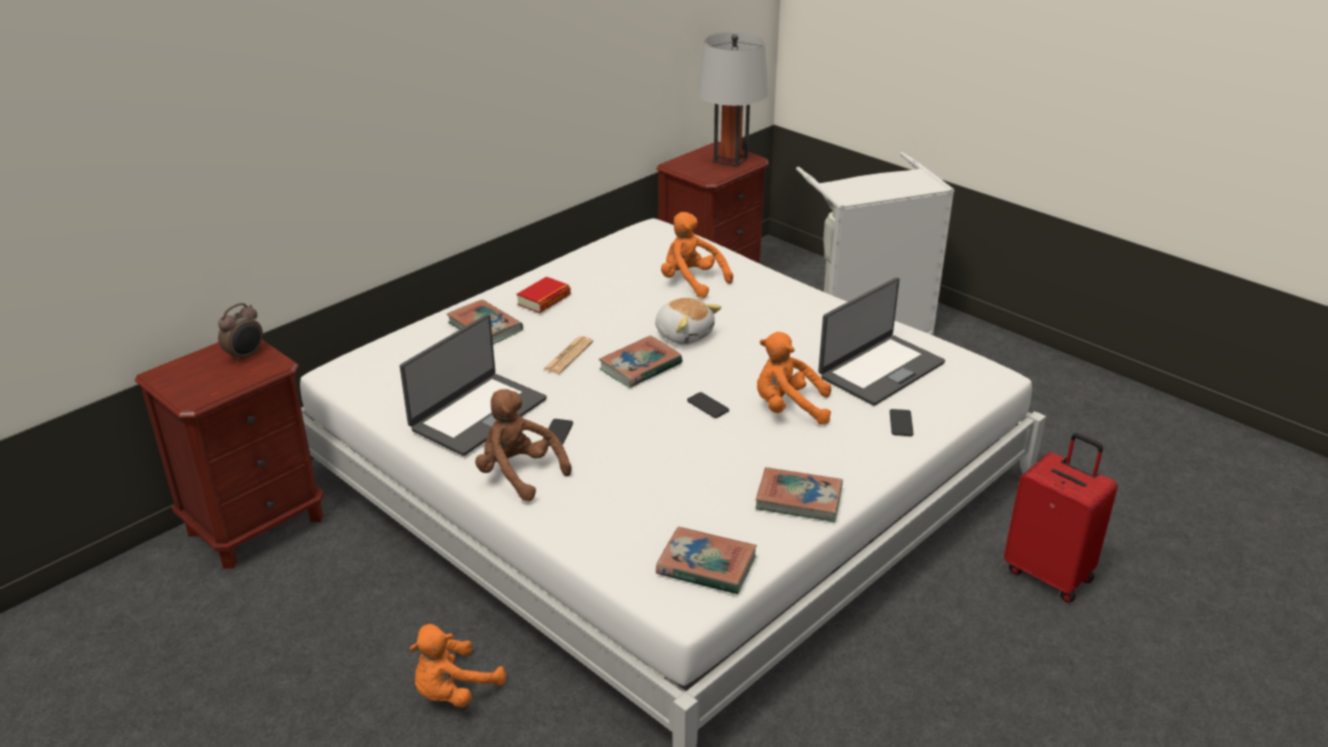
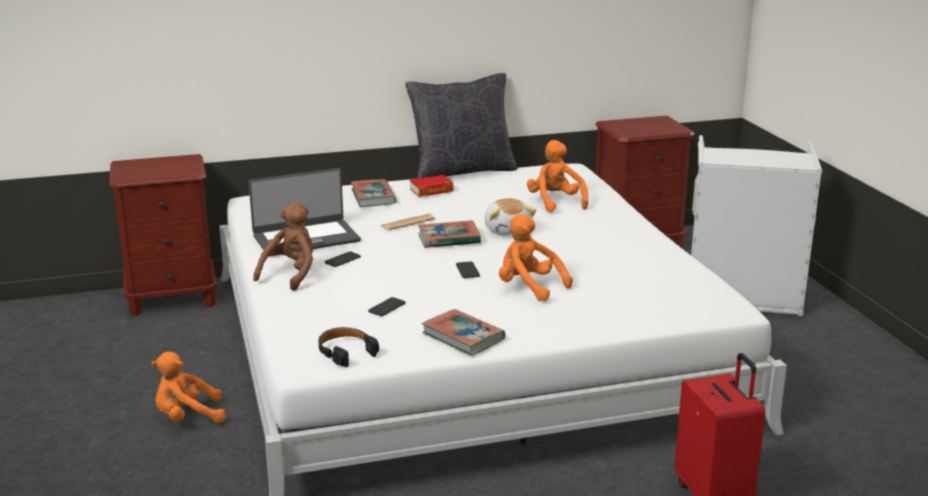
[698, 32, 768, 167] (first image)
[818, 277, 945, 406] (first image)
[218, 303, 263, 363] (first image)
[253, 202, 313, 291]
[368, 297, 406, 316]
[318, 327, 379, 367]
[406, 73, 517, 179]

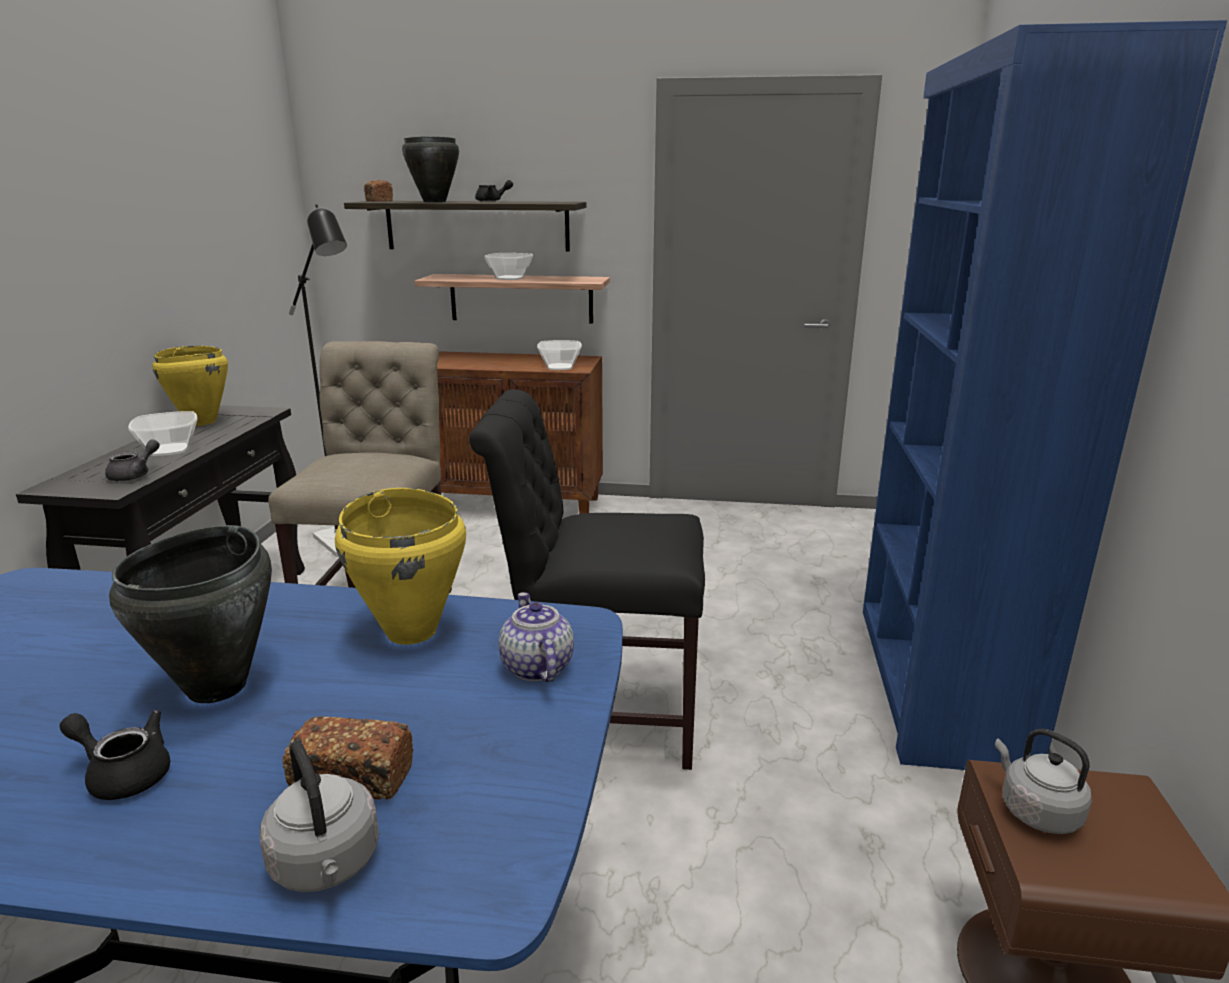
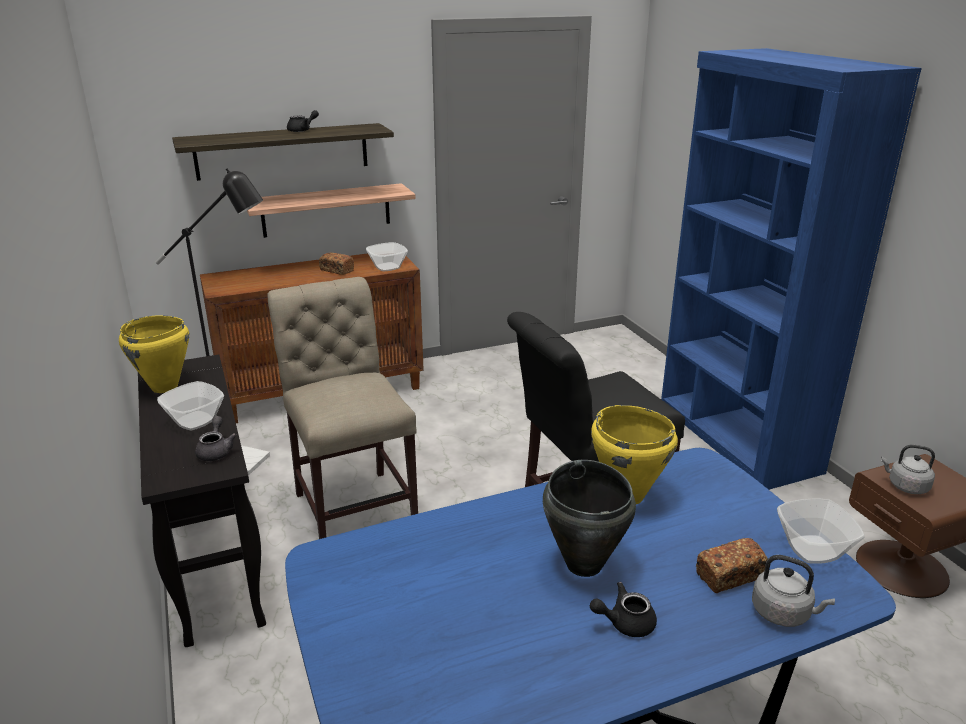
[402, 136, 459, 202] (first image)
[319, 252, 354, 275]
[777, 499, 865, 564]
[499, 592, 574, 682] (first image)

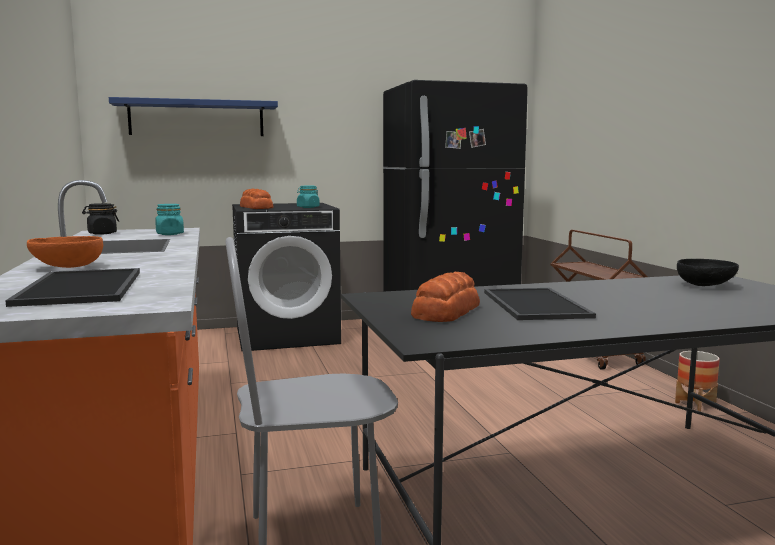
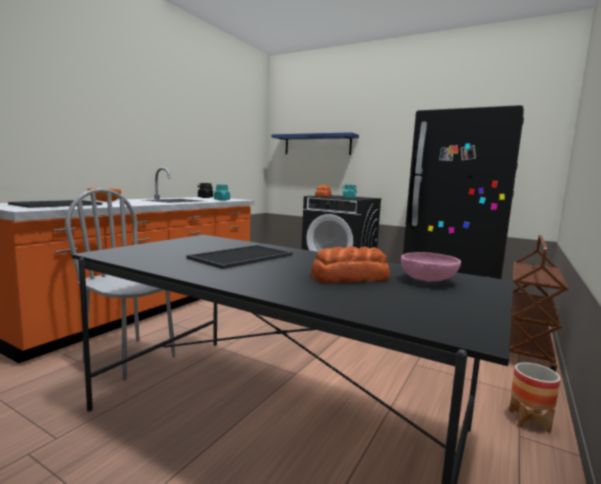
[401, 252, 461, 281]
[311, 246, 390, 283]

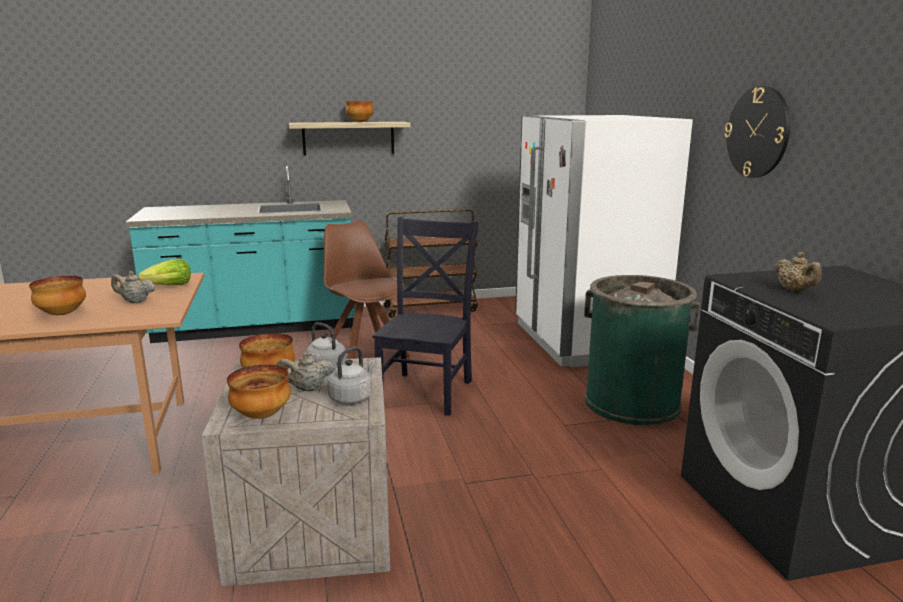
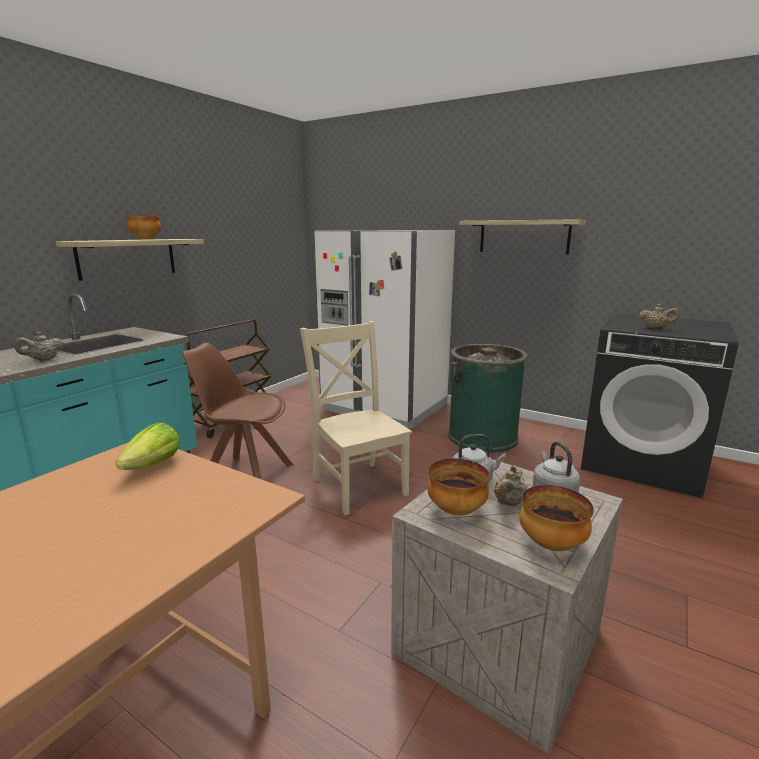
[459, 219, 586, 254]
[300, 321, 412, 515]
[14, 332, 65, 361]
[29, 276, 86, 315] (first image)

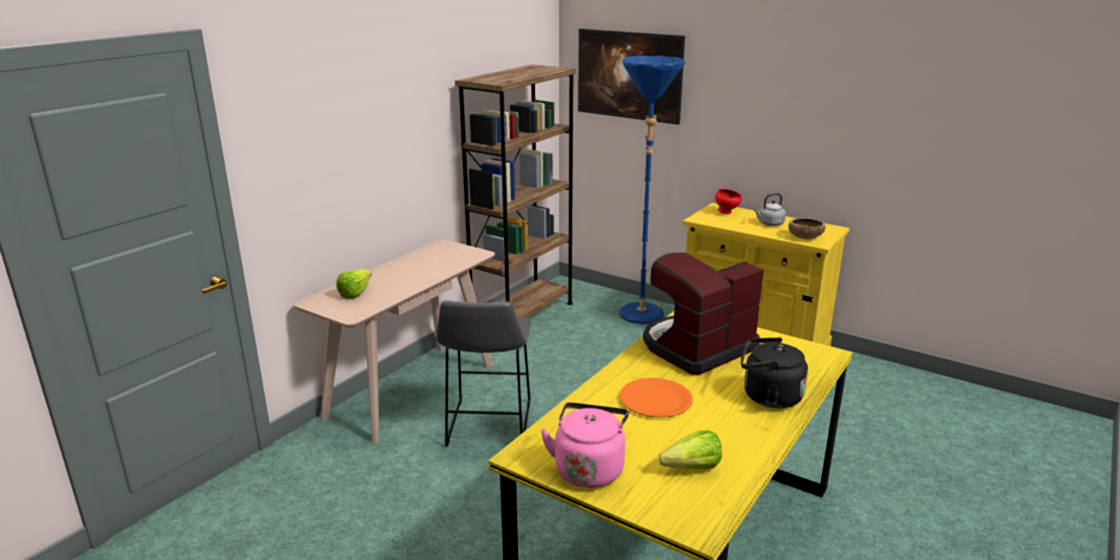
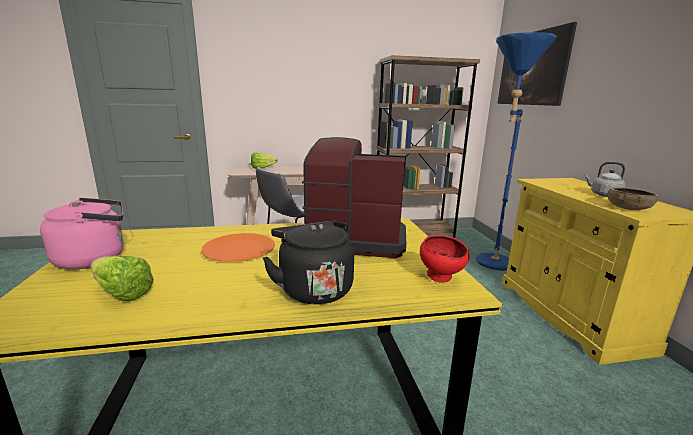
[420, 235, 470, 283]

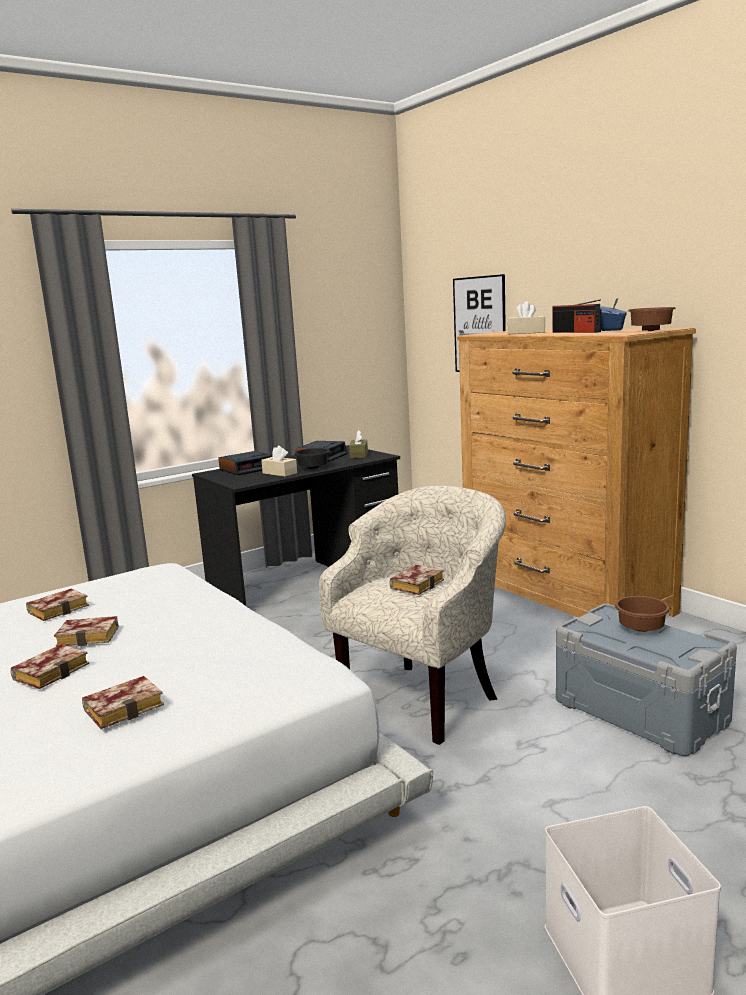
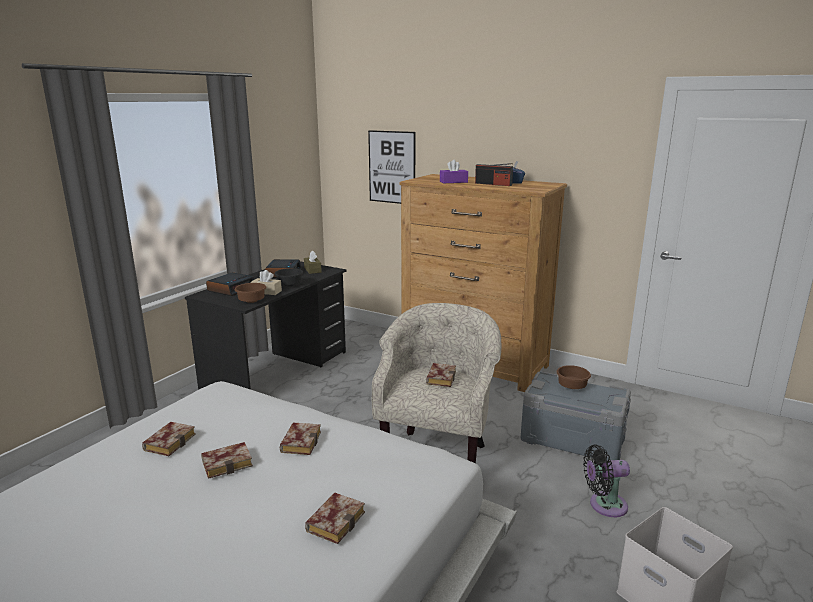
[440, 160, 468, 183]
[235, 283, 266, 303]
[280, 423, 321, 455]
[583, 444, 630, 517]

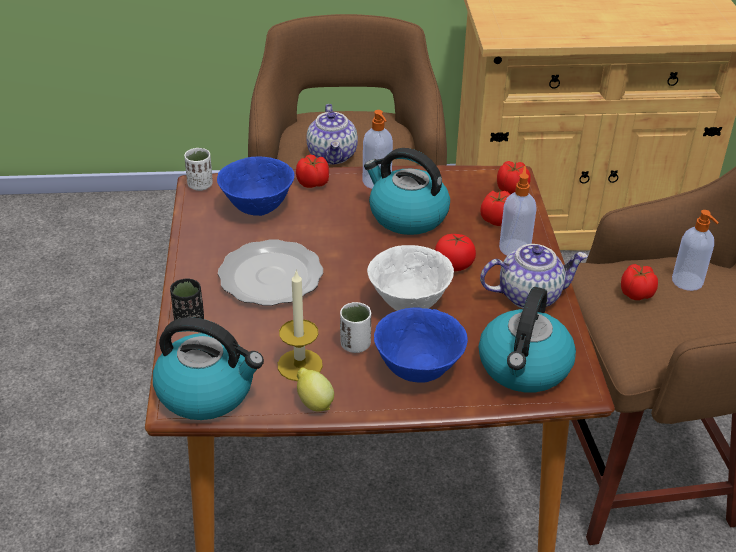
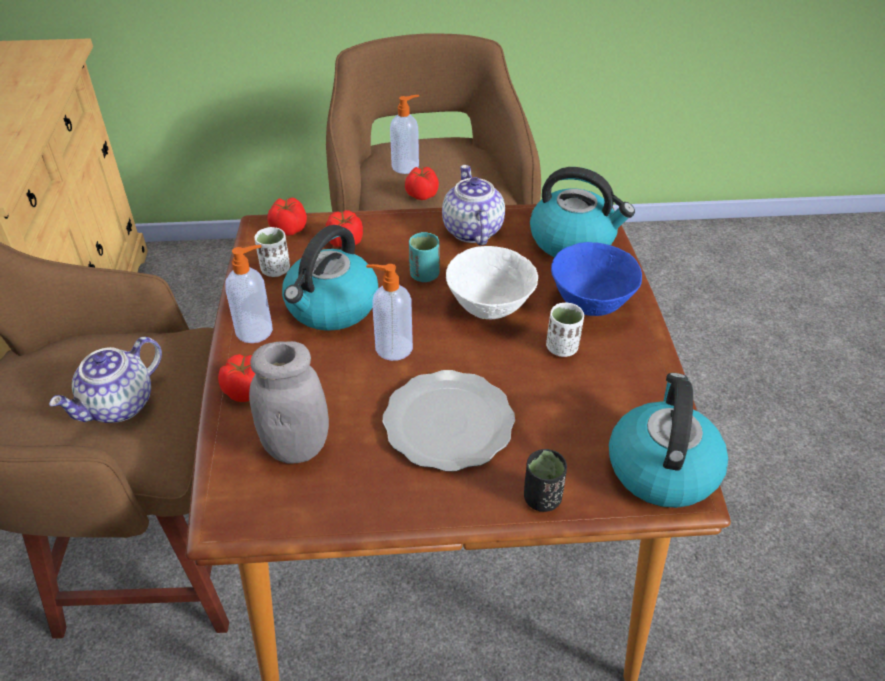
[49, 337, 162, 423]
[254, 227, 290, 277]
[249, 341, 329, 464]
[366, 264, 413, 361]
[409, 232, 440, 282]
[278, 269, 323, 381] (first image)
[297, 367, 334, 412] (first image)

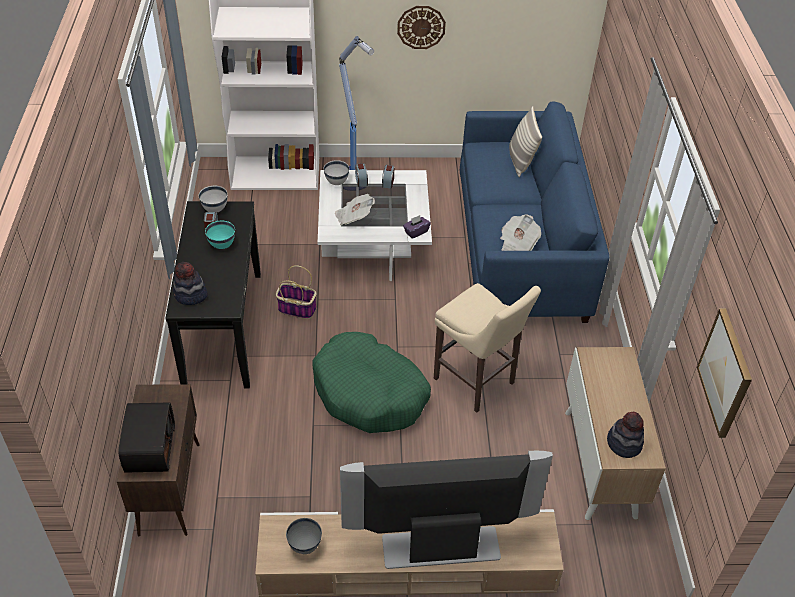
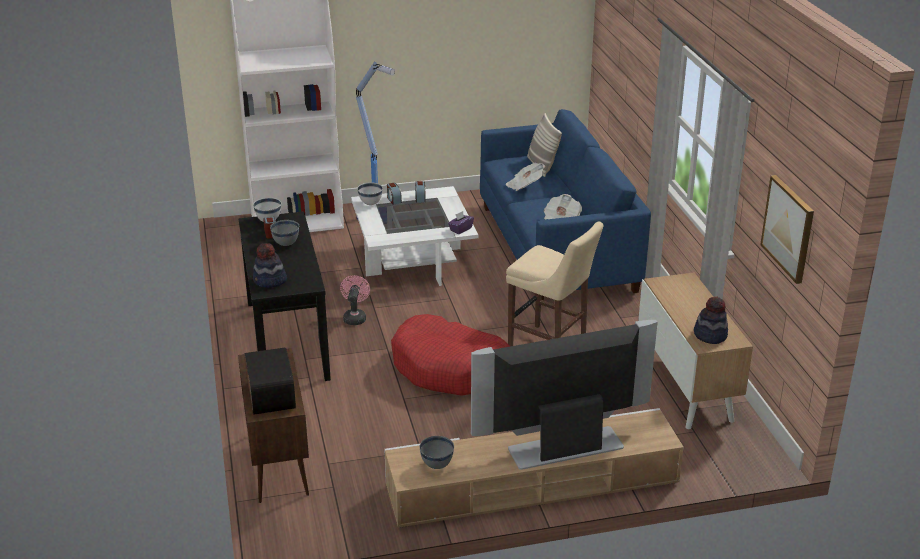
[397, 6, 446, 49] (first image)
[506, 163, 545, 191]
[270, 220, 299, 246]
[340, 275, 370, 325]
[391, 314, 510, 396]

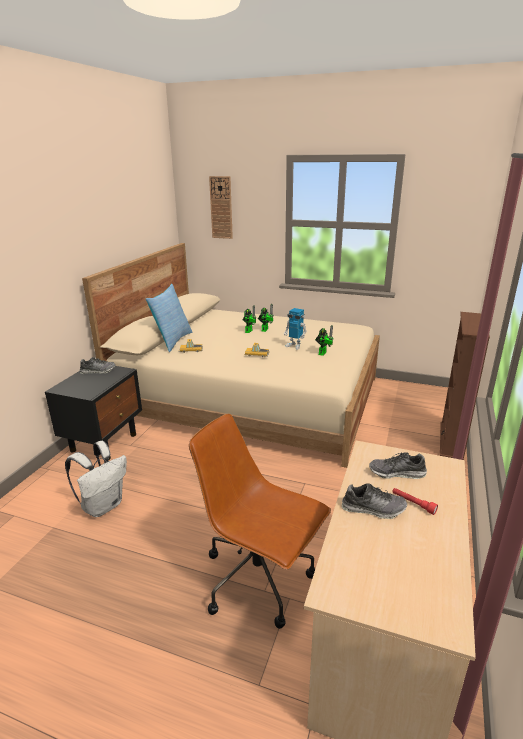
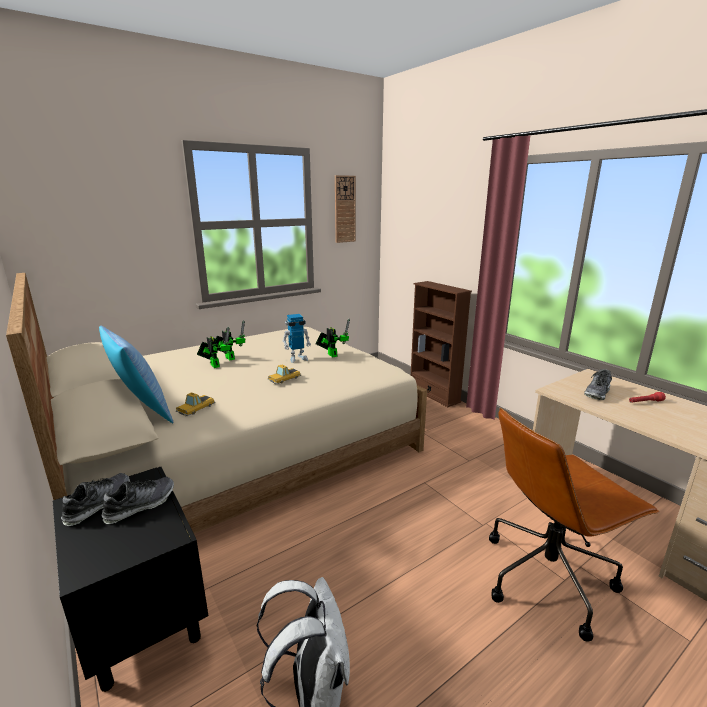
[335, 175, 356, 243]
[102, 477, 174, 524]

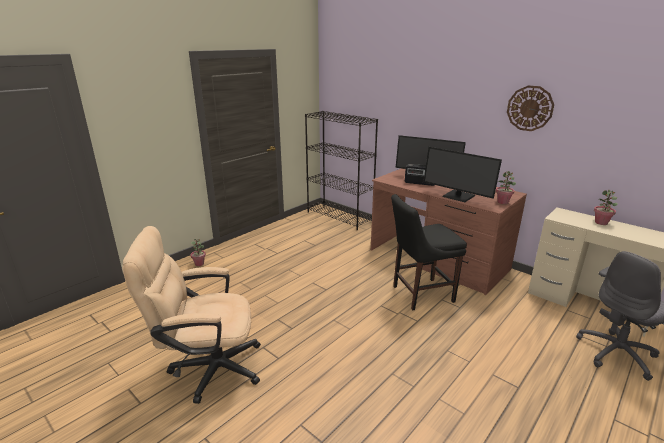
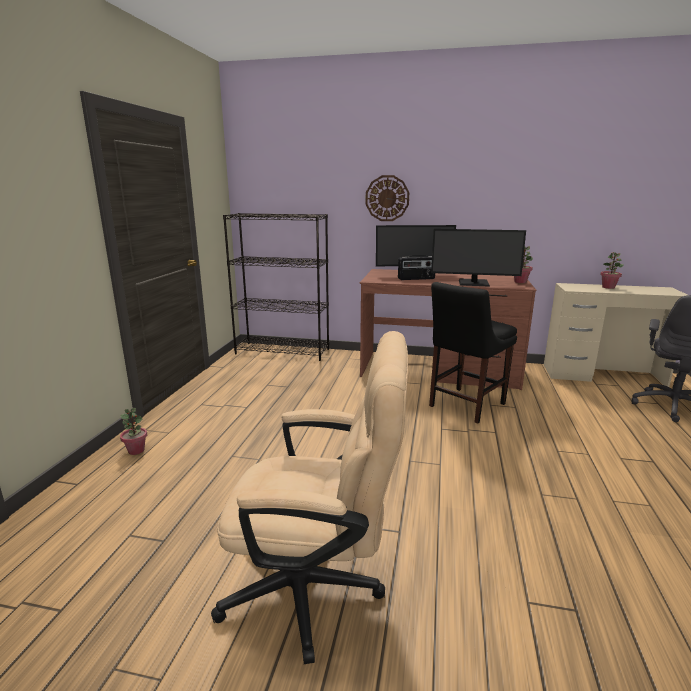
[366, 175, 409, 221]
[211, 331, 408, 664]

